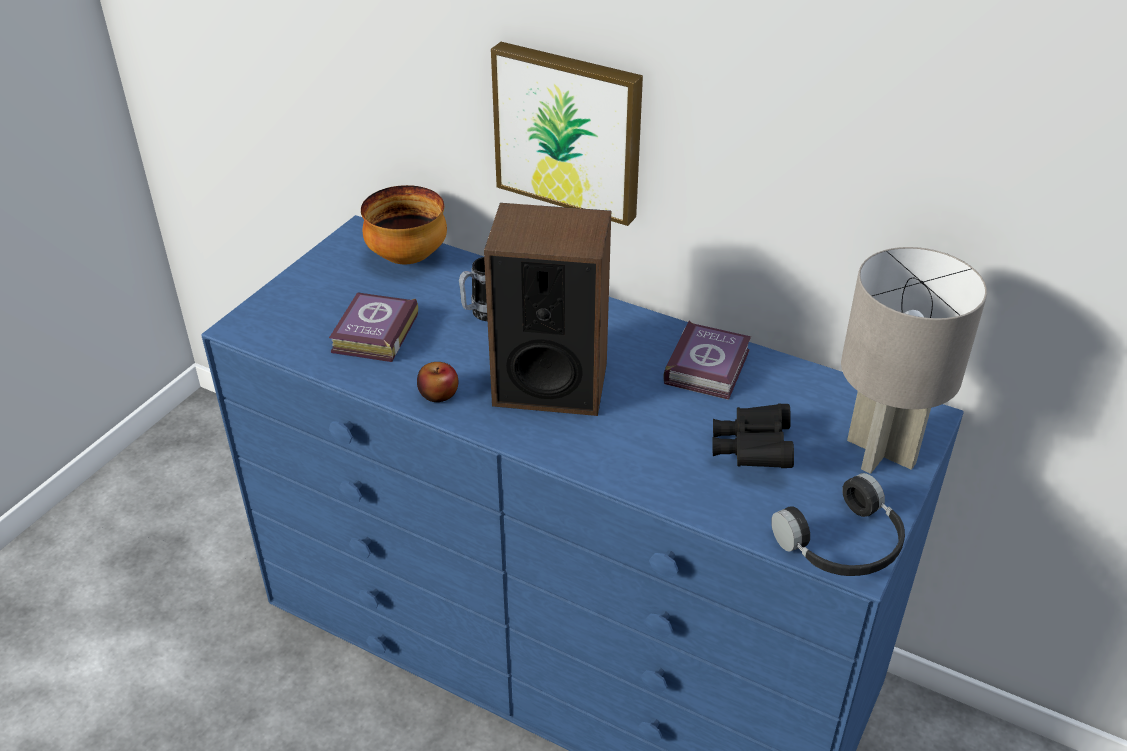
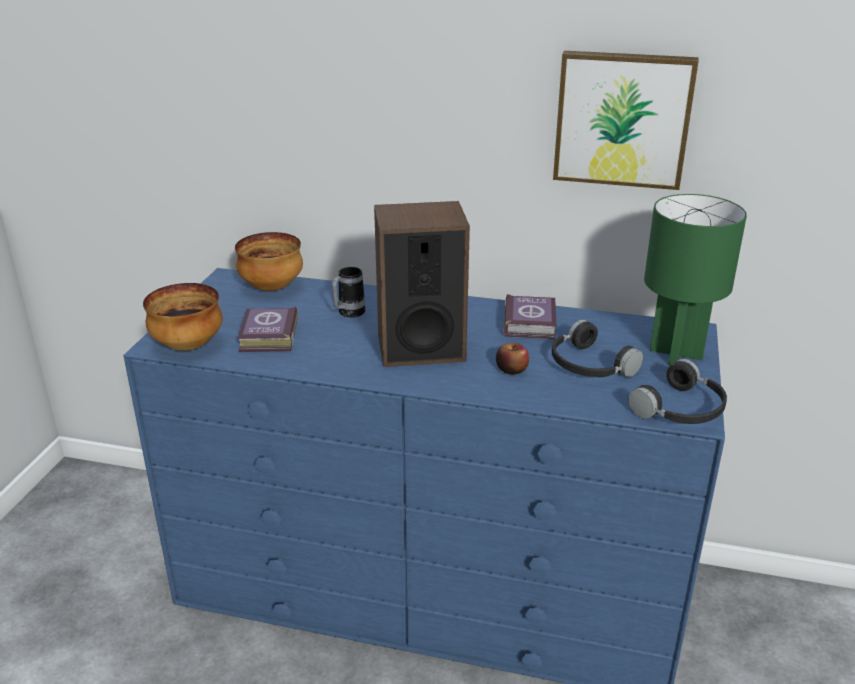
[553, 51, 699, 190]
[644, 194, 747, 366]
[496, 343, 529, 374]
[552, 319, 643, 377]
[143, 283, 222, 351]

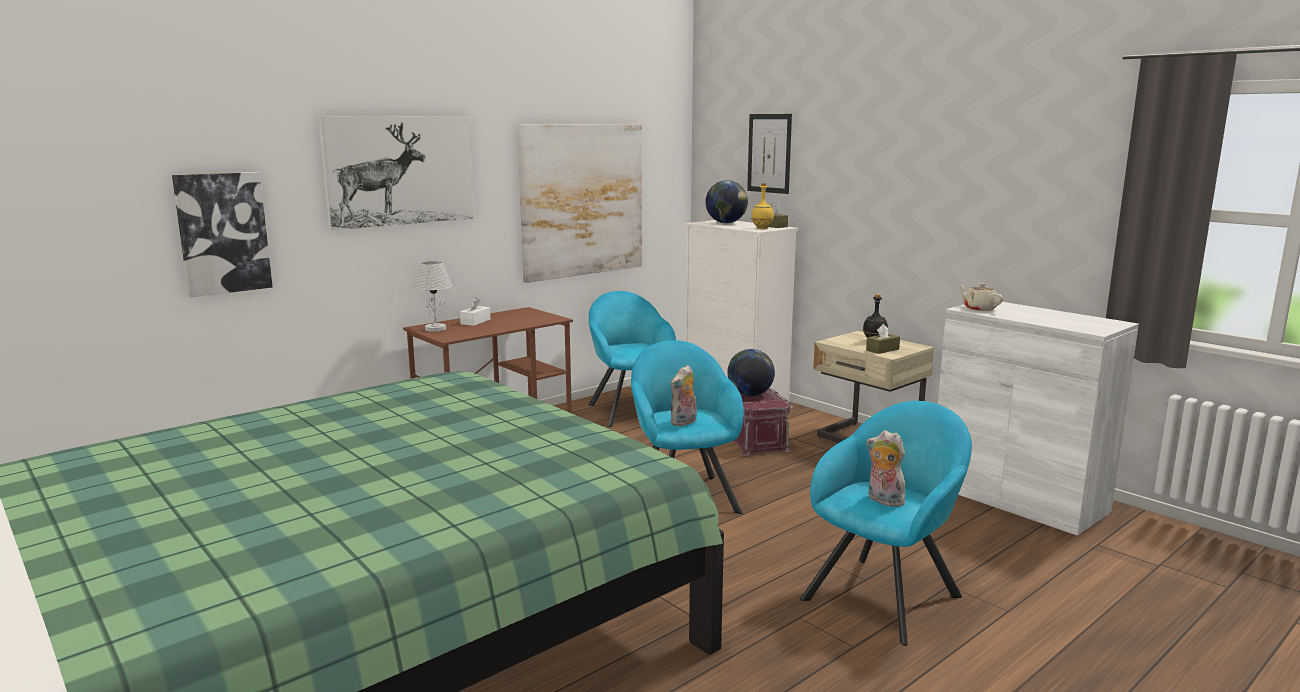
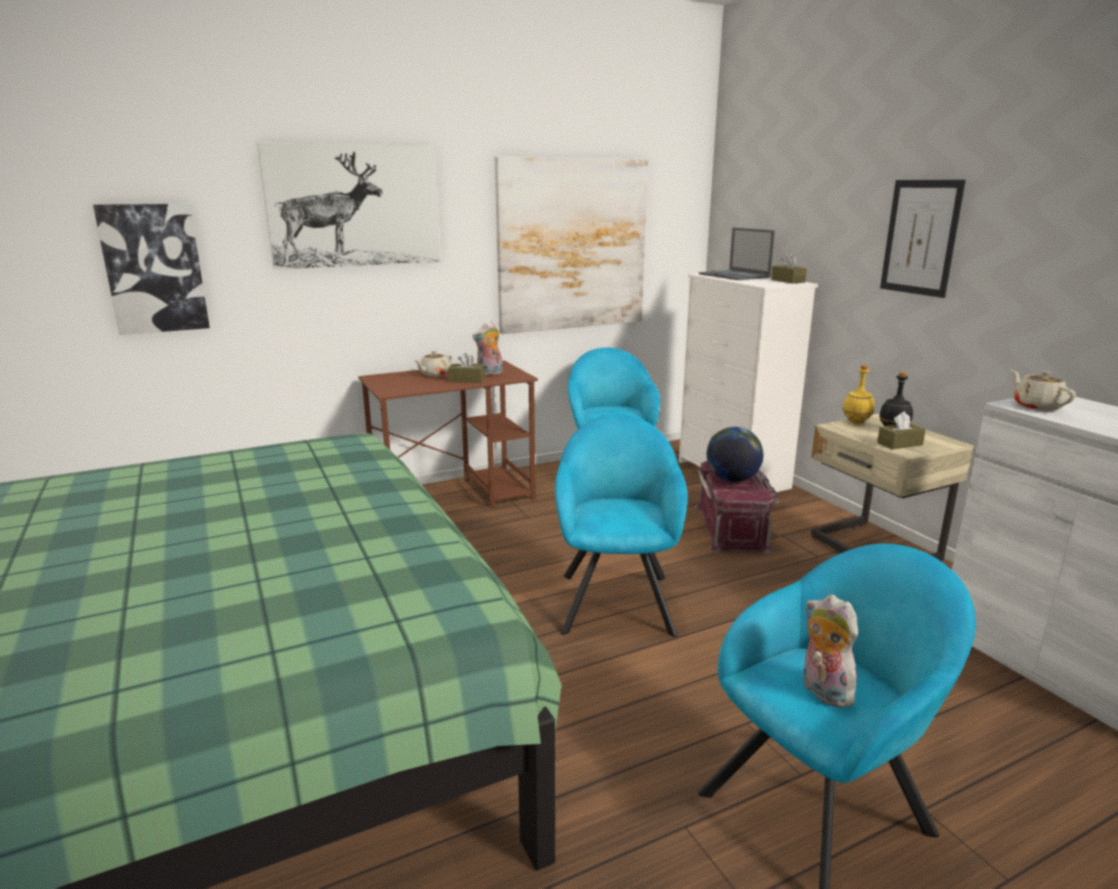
[880, 180, 966, 298]
[699, 228, 775, 280]
[843, 365, 875, 424]
[413, 261, 452, 332] (first image)
[414, 351, 452, 377]
[473, 321, 502, 376]
[448, 353, 484, 383]

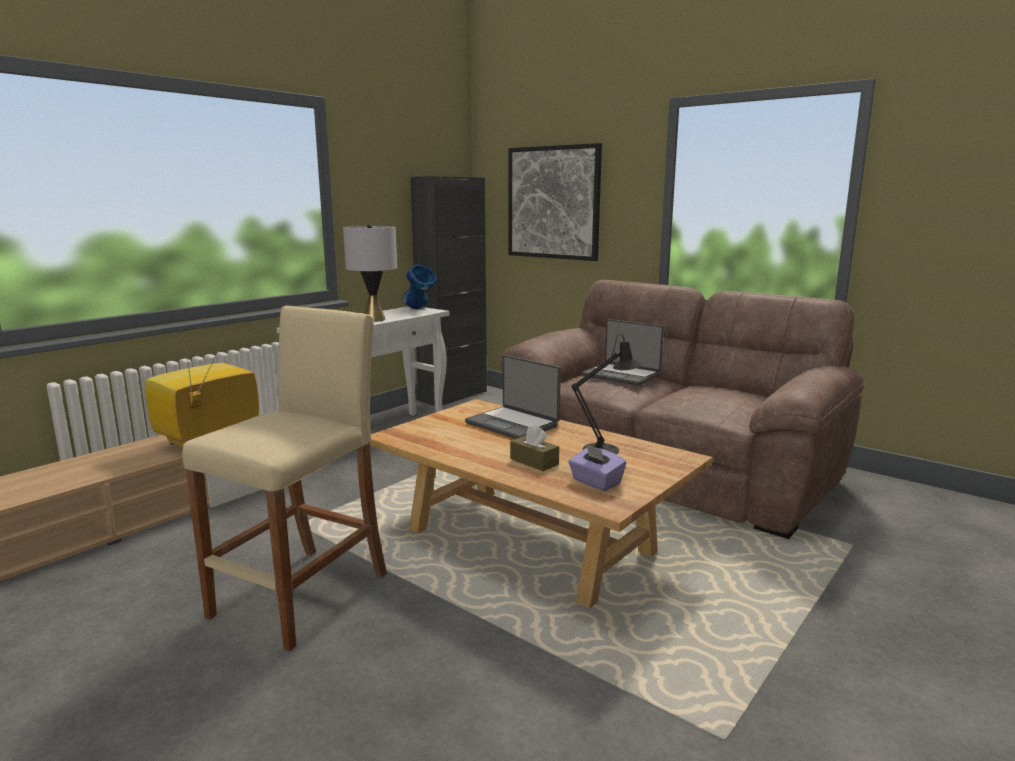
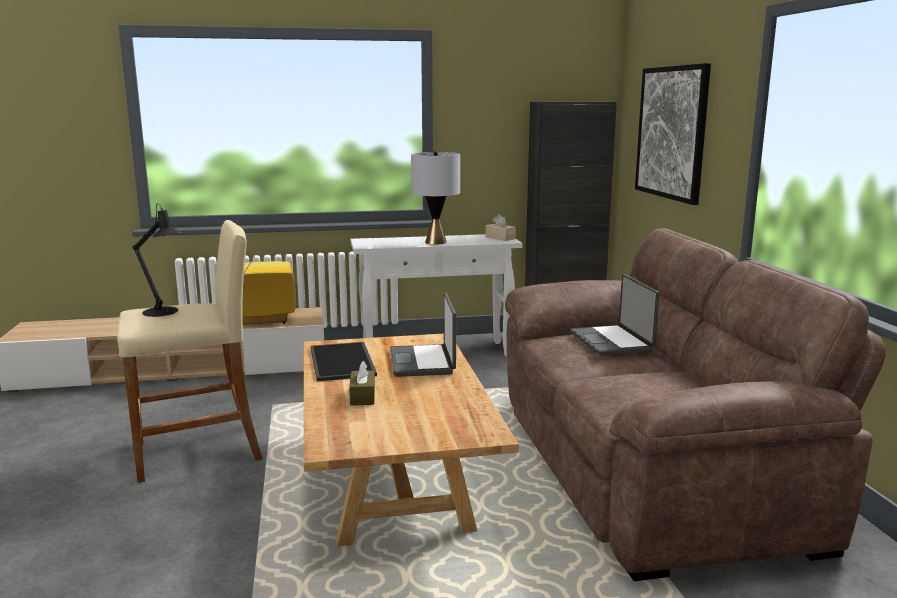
[486, 214, 516, 241]
[132, 203, 181, 317]
[568, 444, 626, 491] (first image)
[310, 342, 377, 381]

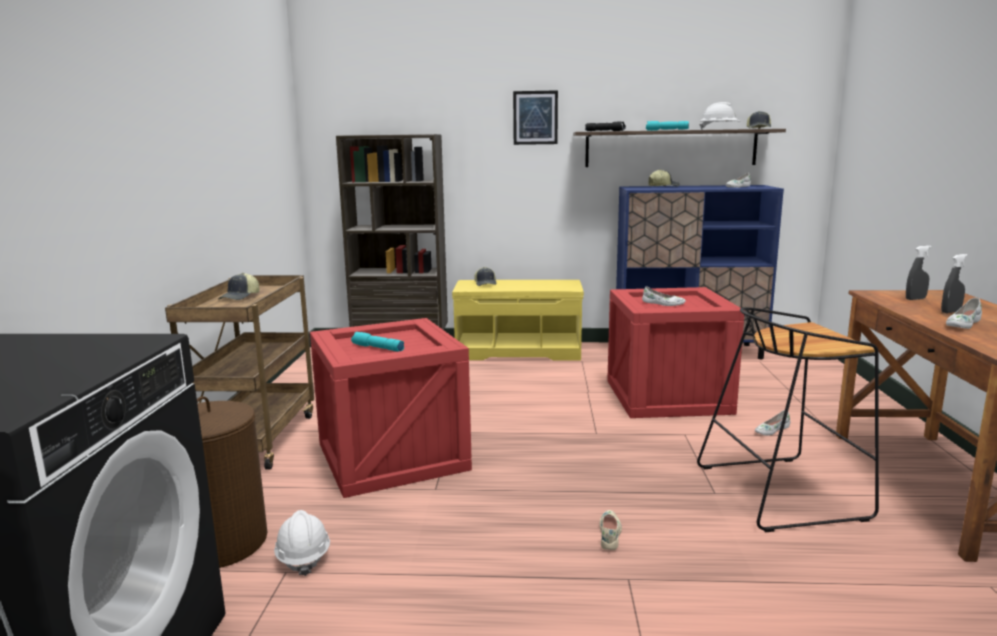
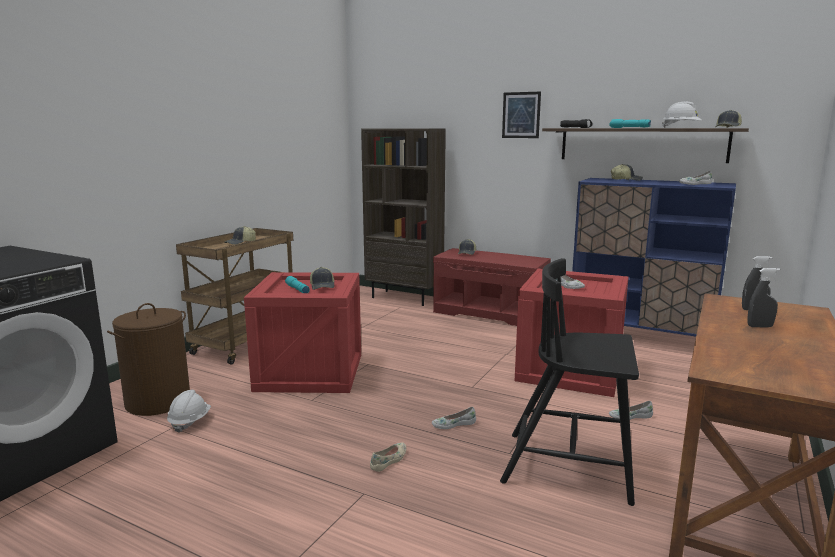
[433, 248, 551, 326]
[432, 407, 476, 429]
[500, 258, 639, 506]
[310, 267, 334, 290]

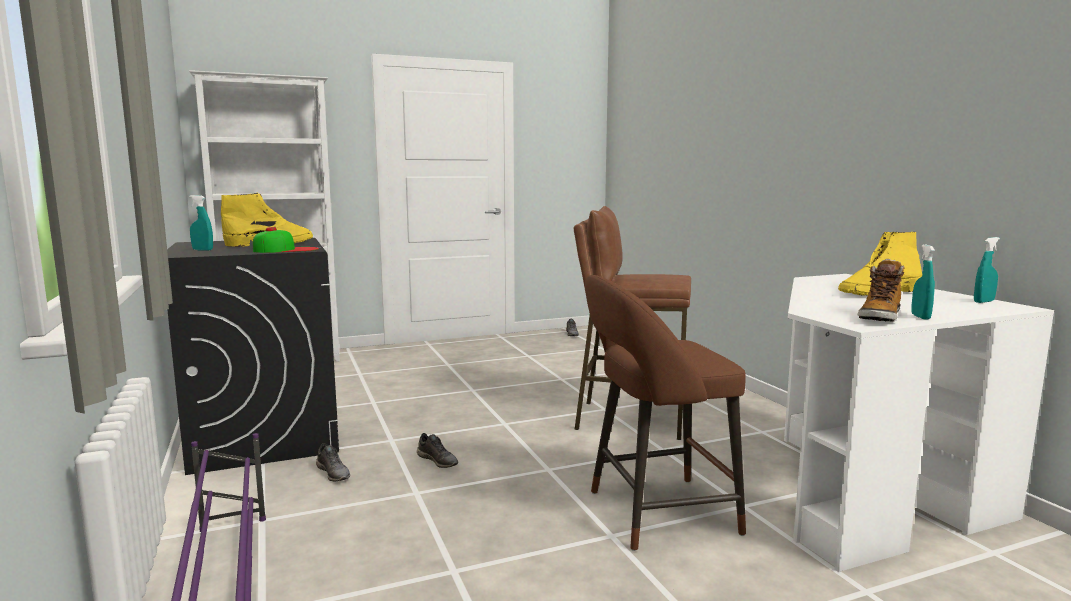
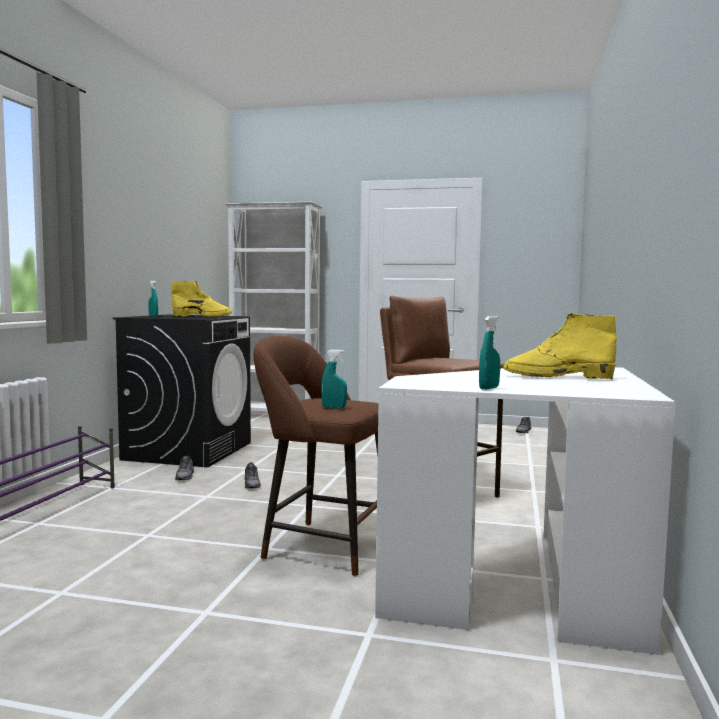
[253, 227, 319, 253] (first image)
[321, 350, 347, 408]
[858, 259, 905, 321] (first image)

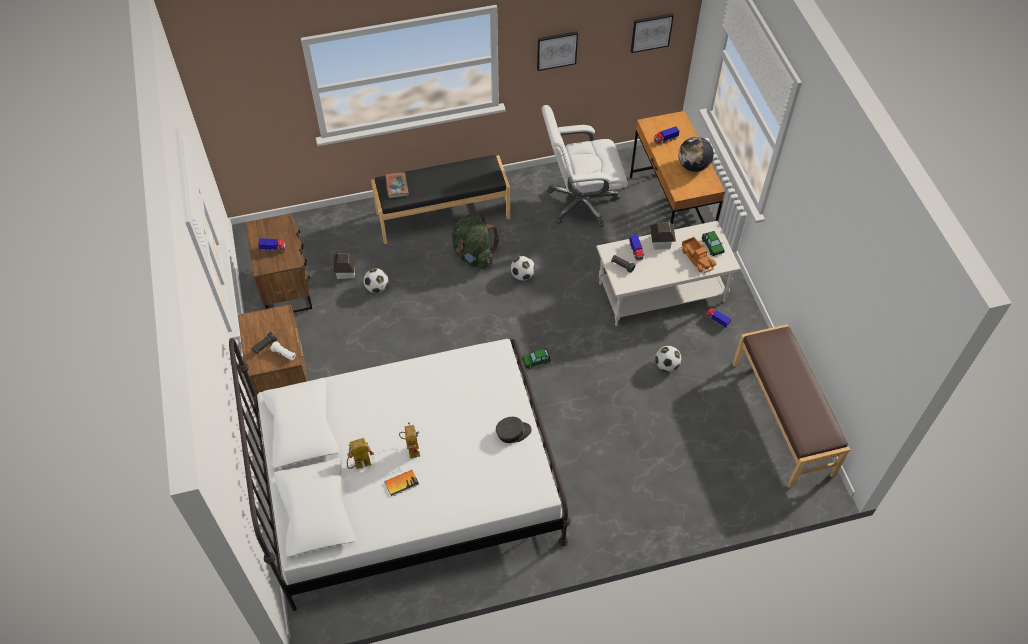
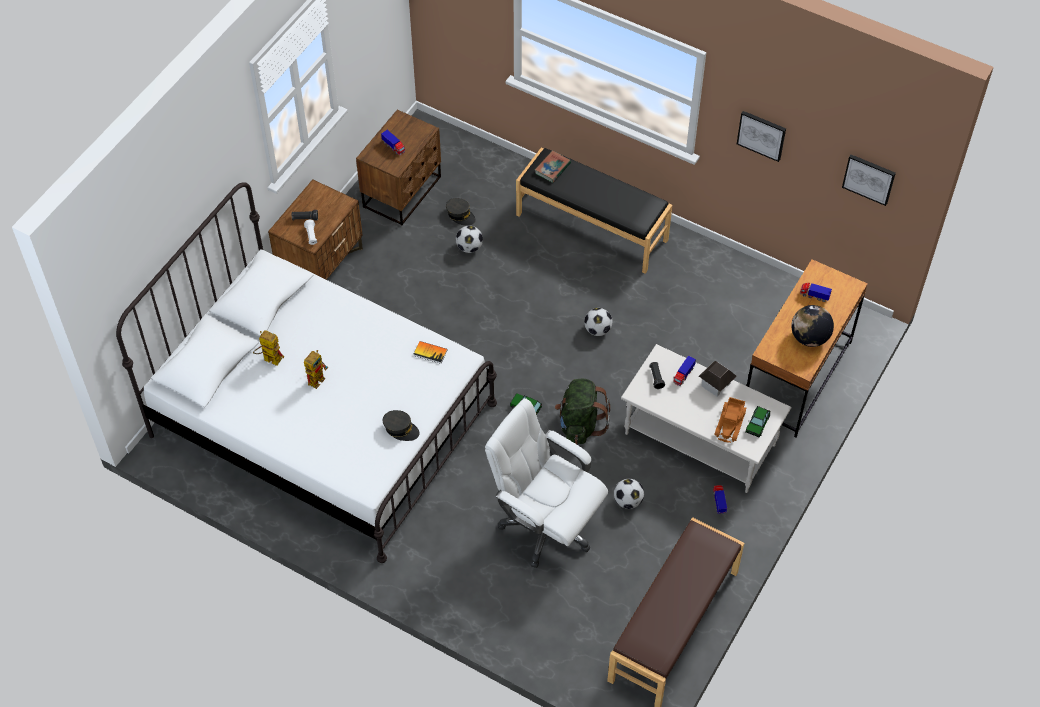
[485, 398, 608, 568]
[555, 379, 610, 444]
[446, 198, 476, 226]
[414, 341, 448, 364]

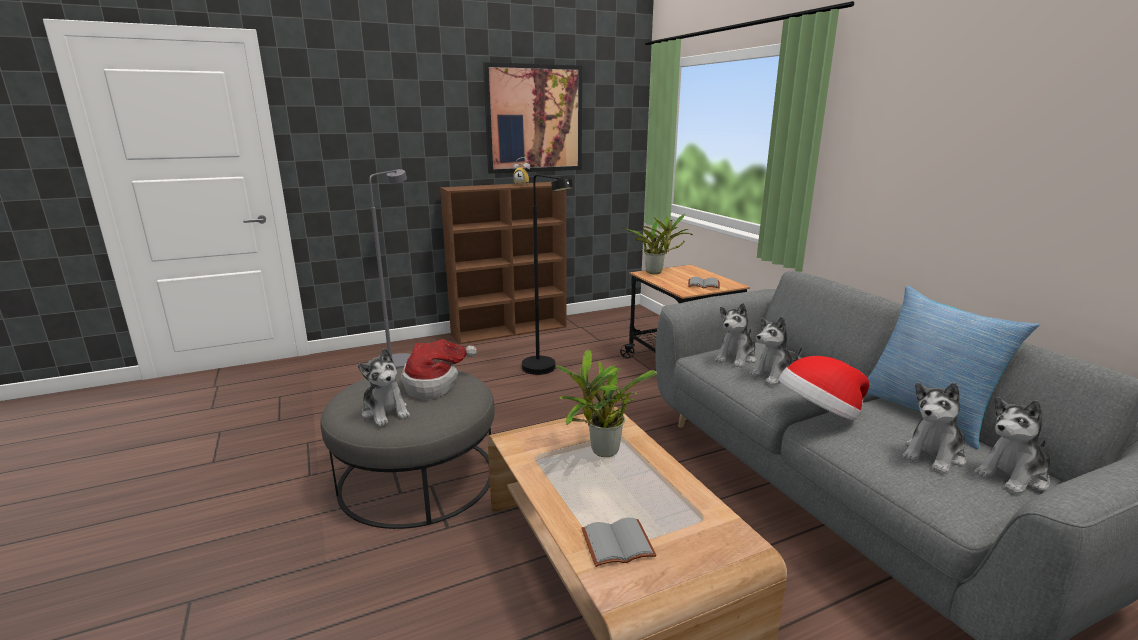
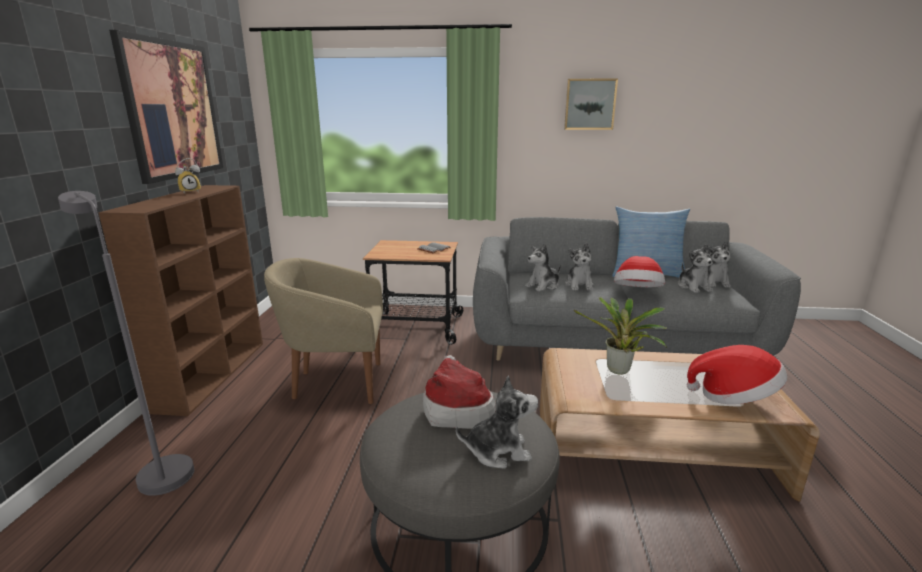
[264, 258, 383, 404]
[623, 214, 693, 274] (first image)
[525, 243, 561, 292]
[687, 345, 787, 404]
[564, 78, 618, 130]

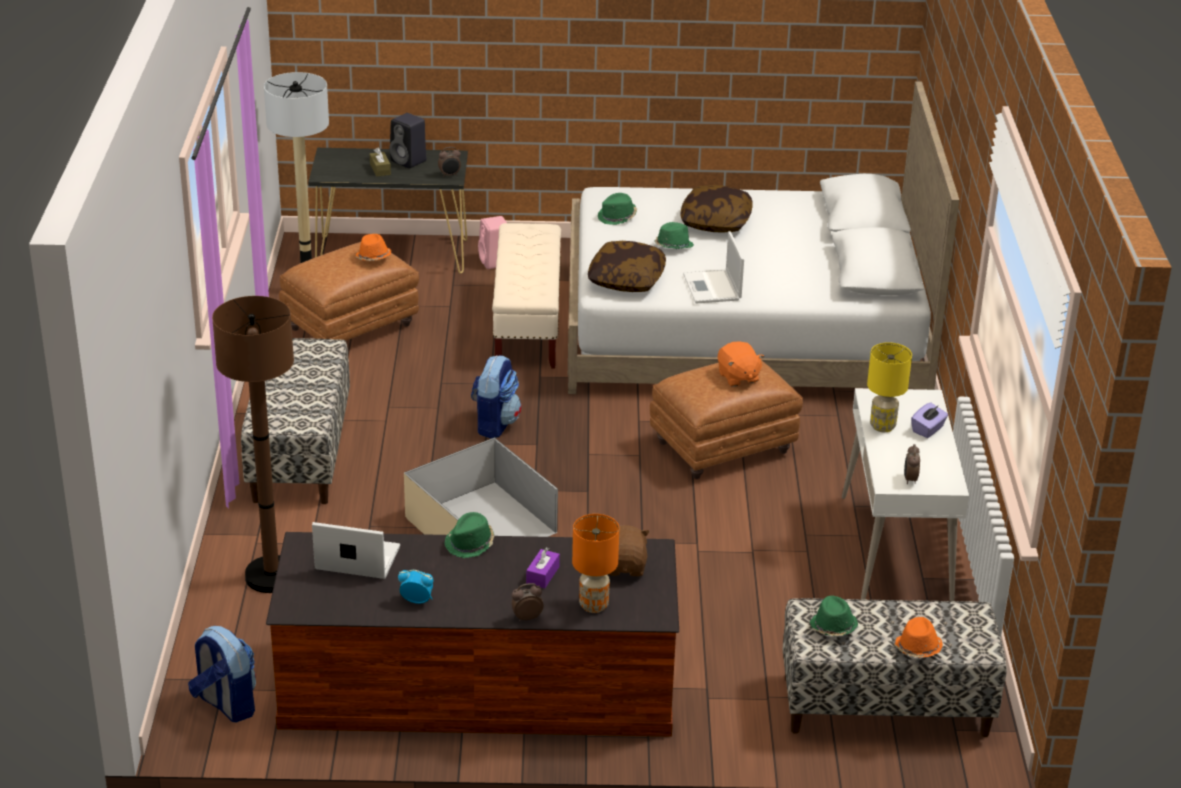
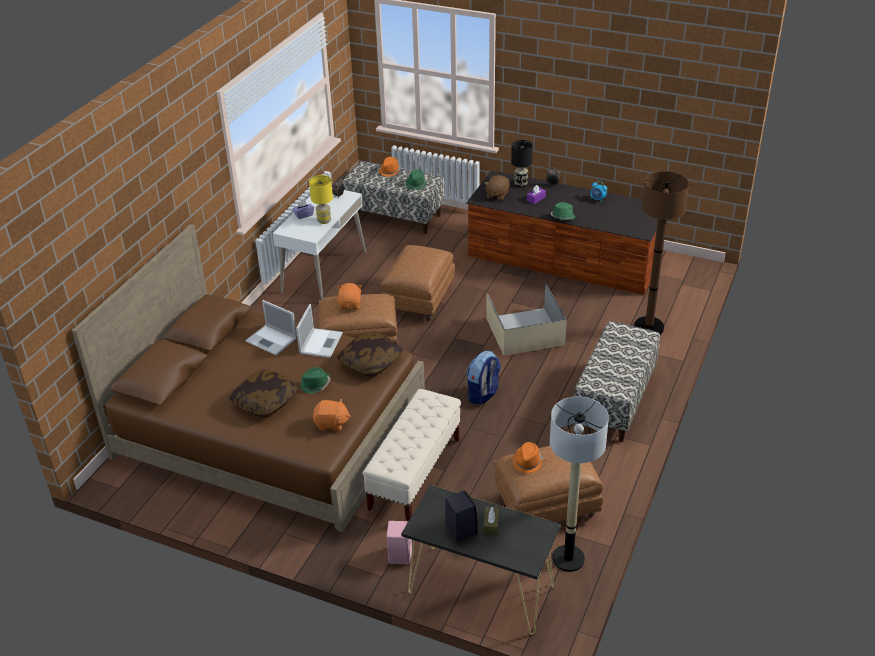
[72, 224, 425, 532]
[438, 147, 461, 177] (first image)
[313, 399, 351, 431]
[511, 140, 533, 187]
[245, 300, 297, 355]
[188, 626, 256, 722] (first image)
[381, 245, 455, 321]

